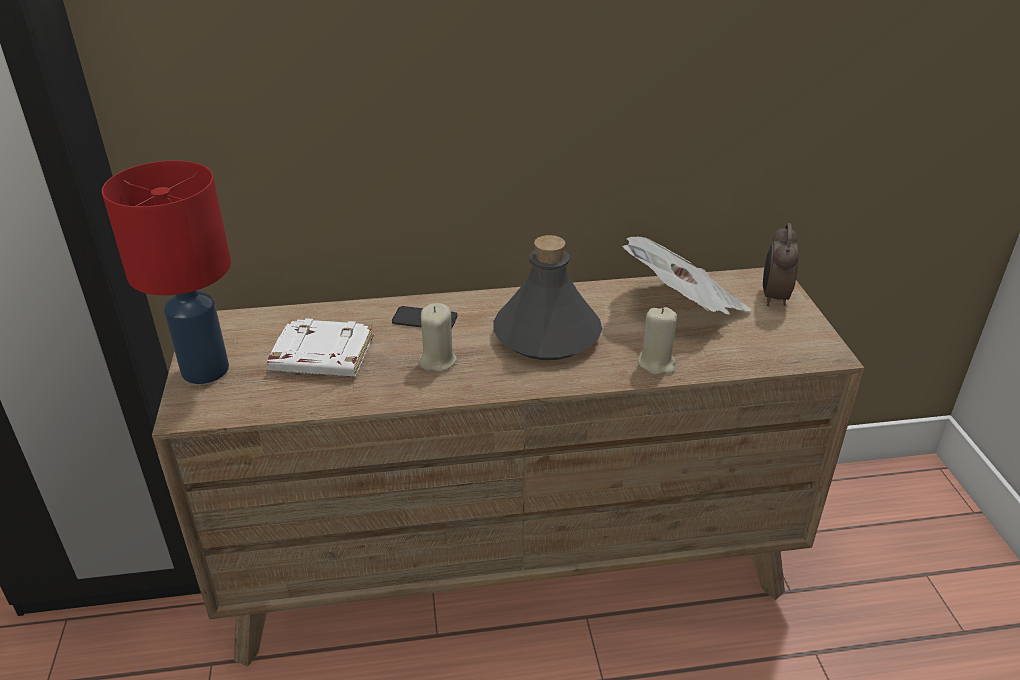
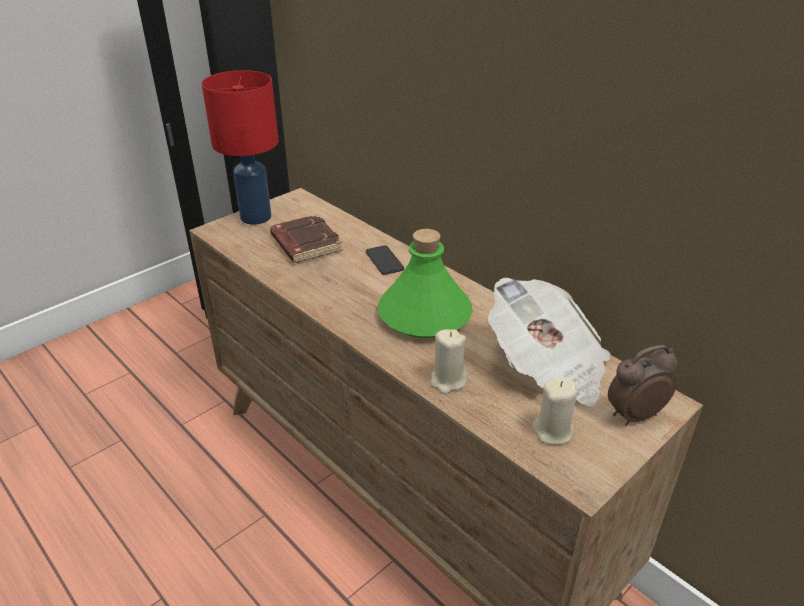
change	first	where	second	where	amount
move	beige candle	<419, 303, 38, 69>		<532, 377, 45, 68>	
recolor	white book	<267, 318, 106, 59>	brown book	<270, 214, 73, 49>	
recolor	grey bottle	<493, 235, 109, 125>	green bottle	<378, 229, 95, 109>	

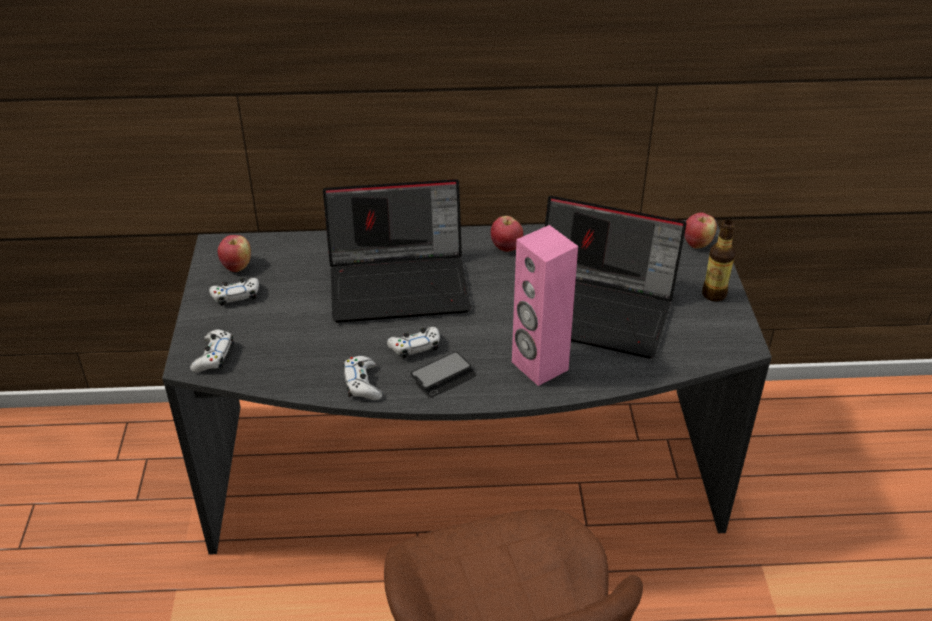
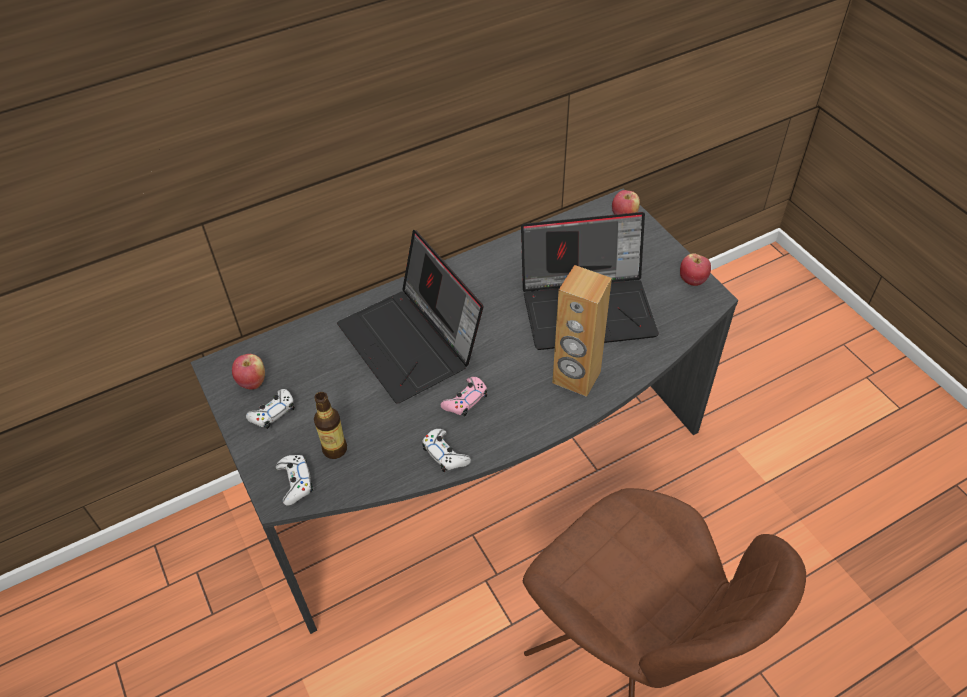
change	first	where	second	where	amount
delete	phone	<410, 352, 66, 46>			
move	apple	<491, 216, 32, 36>		<680, 253, 31, 33>	
move	bottle	<702, 220, 33, 81>		<314, 392, 33, 67>	
recolor	white game controller	<387, 327, 53, 32>	pink game controller	<441, 377, 46, 39>	
recolor	pink speaker	<512, 225, 66, 161>	brown speaker	<552, 265, 60, 132>	
rotate	laptop	<323, 179, 148, 144>		<337, 230, 146, 173>	90 degrees clockwise

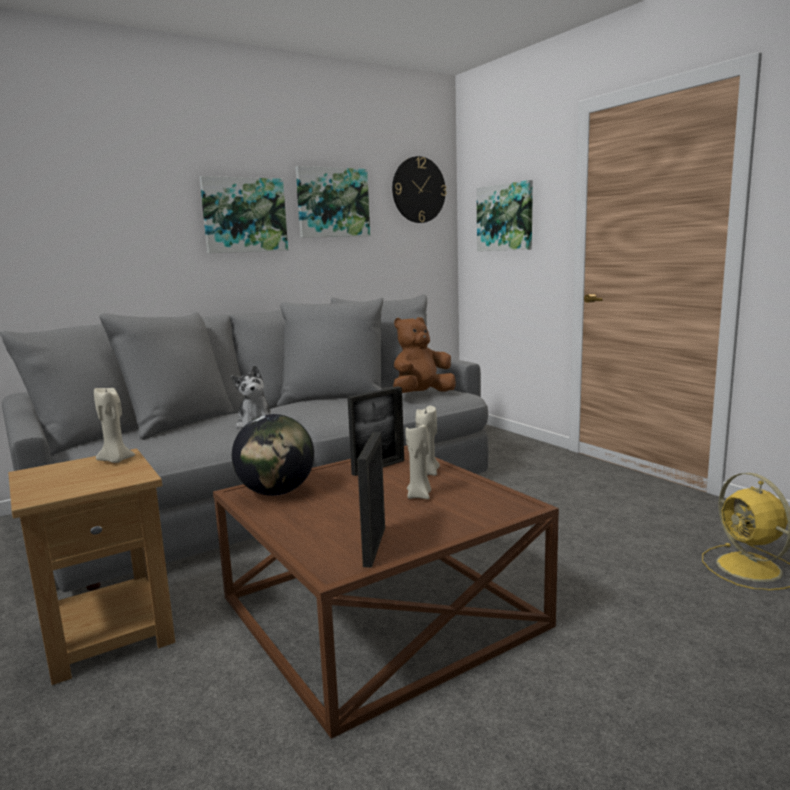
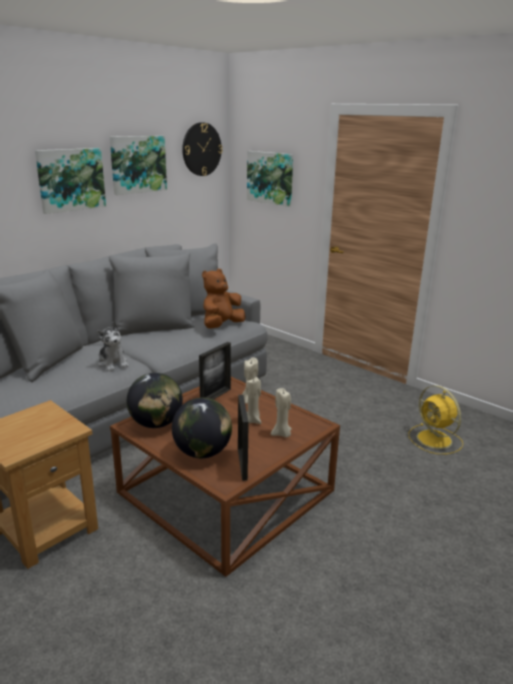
change	first	where	second	where	amount
insert			globe	<172, 398, 60, 60>	
move	beige candle	<94, 388, 41, 75>		<271, 388, 21, 49>	

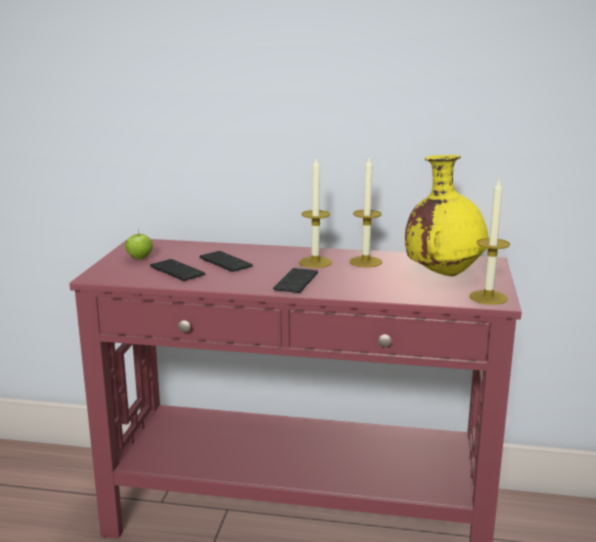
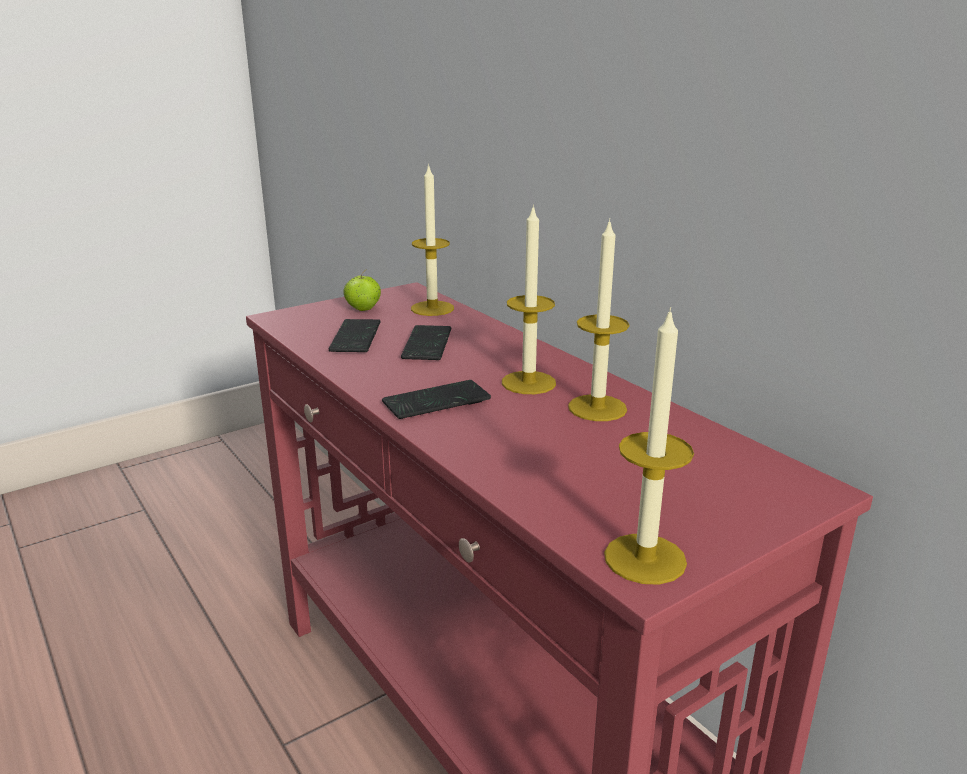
change	first	where	second	where	amount
delete	yellow vase	<405, 155, 83, 121>			
insert			candle	<411, 164, 43, 152>	

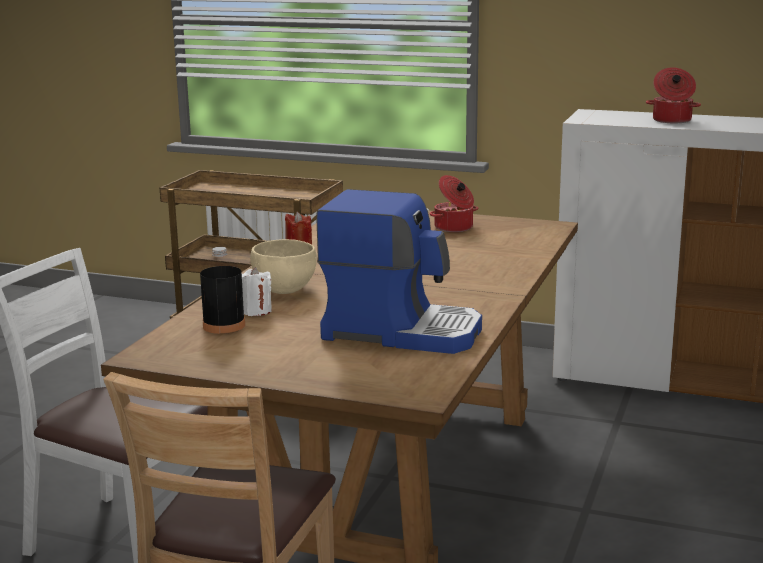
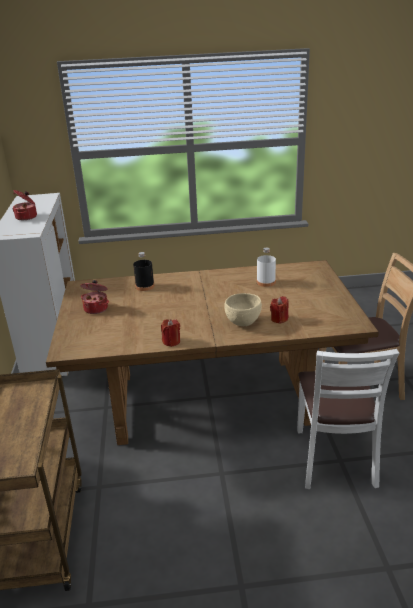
change	first	where	second	where	amount
move	black bottle	<200, 247, 45, 87>		<133, 252, 22, 39>	
replace	coffee machine	<316, 189, 166, 165>	white bottle	<257, 247, 19, 40>	
recolor	white candle	<242, 267, 30, 49>	red candle	<270, 296, 19, 28>	

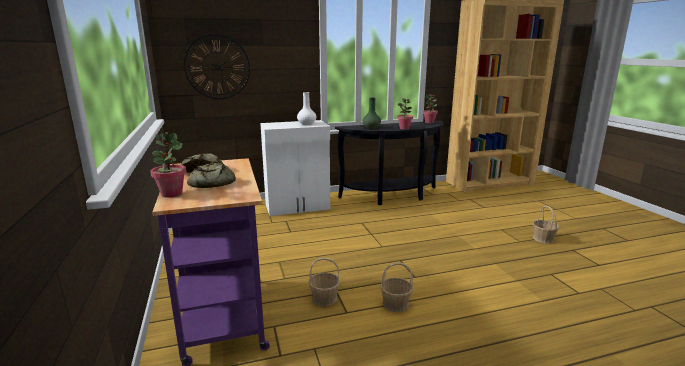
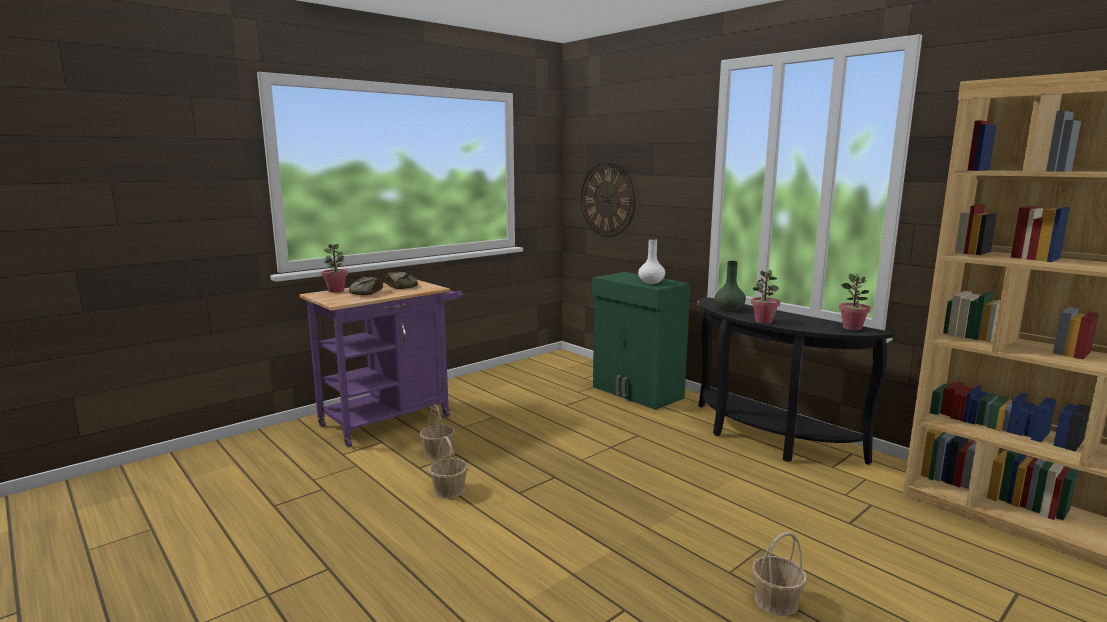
change	first	where	second	where	amount
recolor	white cabinet	<260, 120, 70, 96>	green cabinet	<592, 272, 98, 138>	

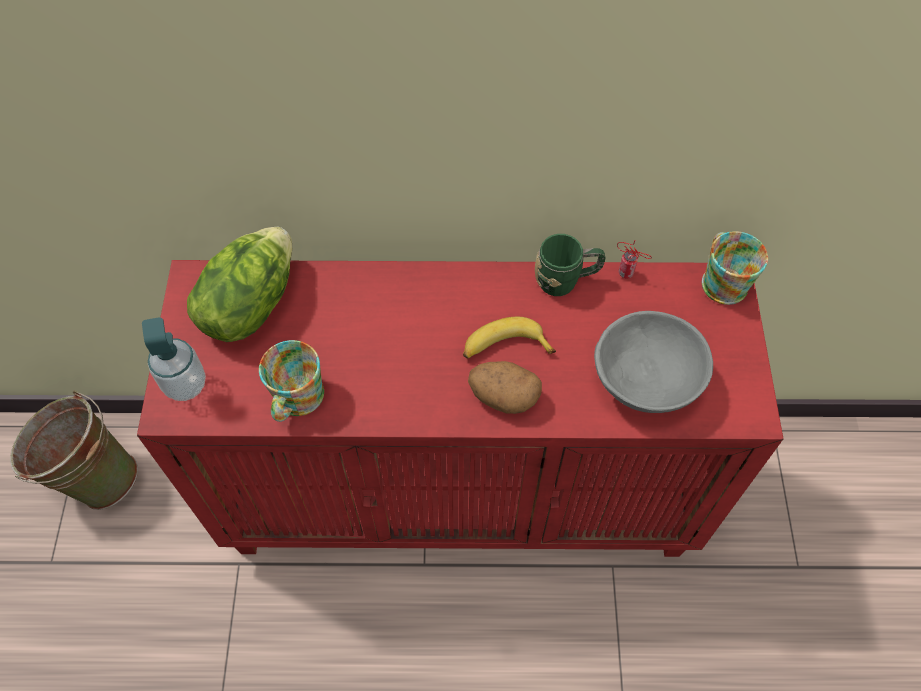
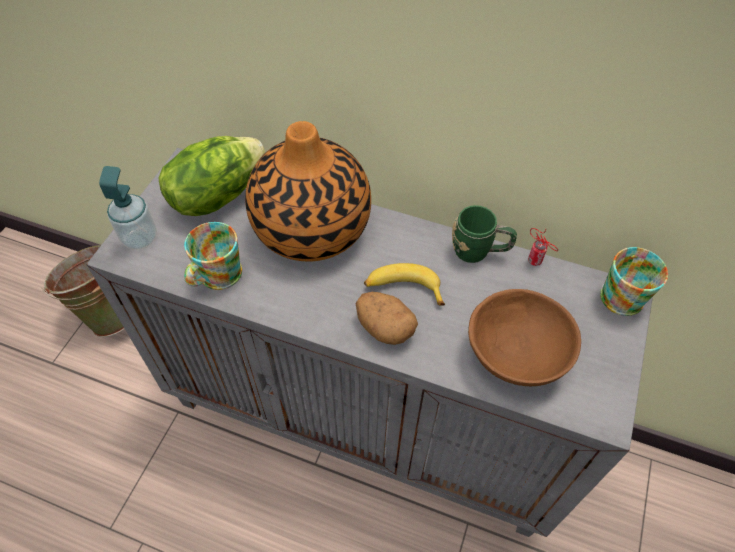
change	first	where	second	where	amount
insert			vase	<245, 121, 126, 141>	
recolor	red cabinet	<137, 260, 646, 297>	grey cabinet	<86, 148, 567, 389>	
recolor	grey bowl	<594, 311, 119, 102>	brown bowl	<468, 289, 113, 97>	

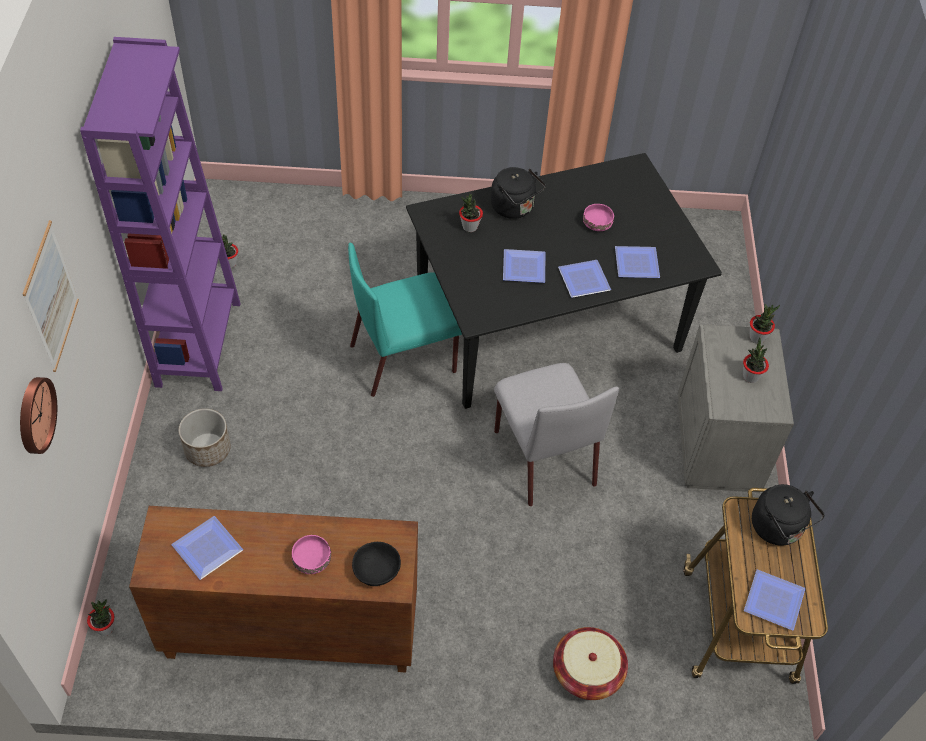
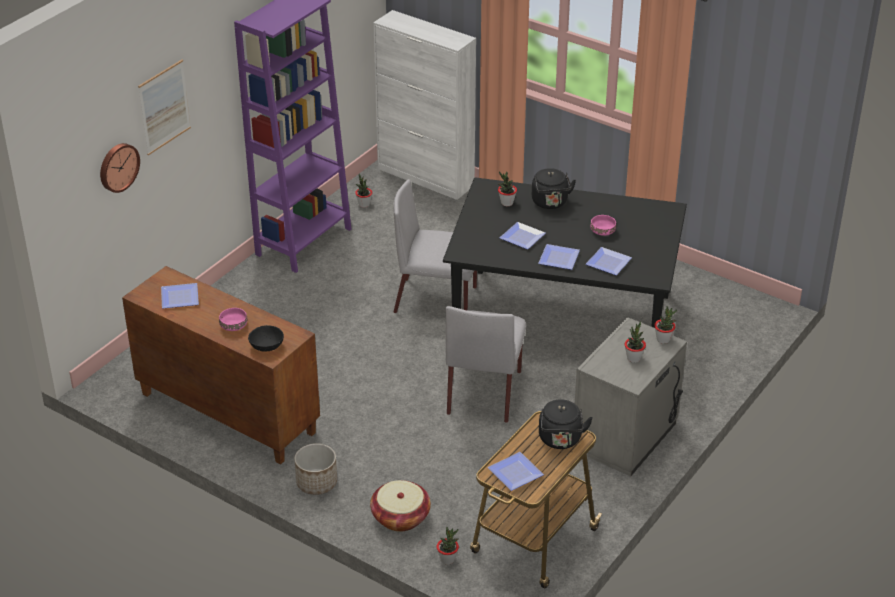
change	first	where	second	where	amount
insert			white cabinet	<373, 10, 103, 190>	
move	potted plant	<87, 599, 27, 37>		<436, 527, 23, 38>	
move	planter	<179, 409, 52, 58>		<294, 443, 43, 52>	
recolor	turquoise chair	<348, 243, 114, 154>	grey chair	<393, 179, 84, 134>	

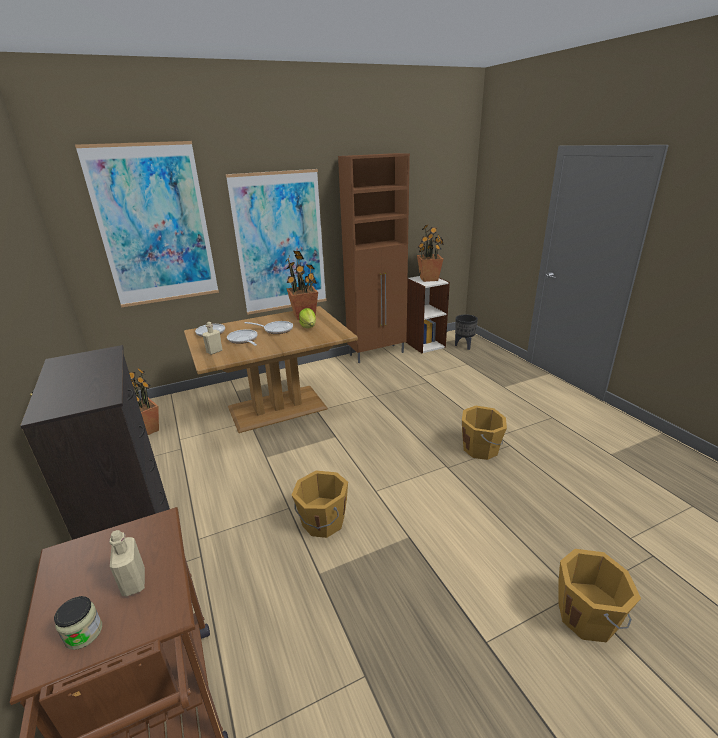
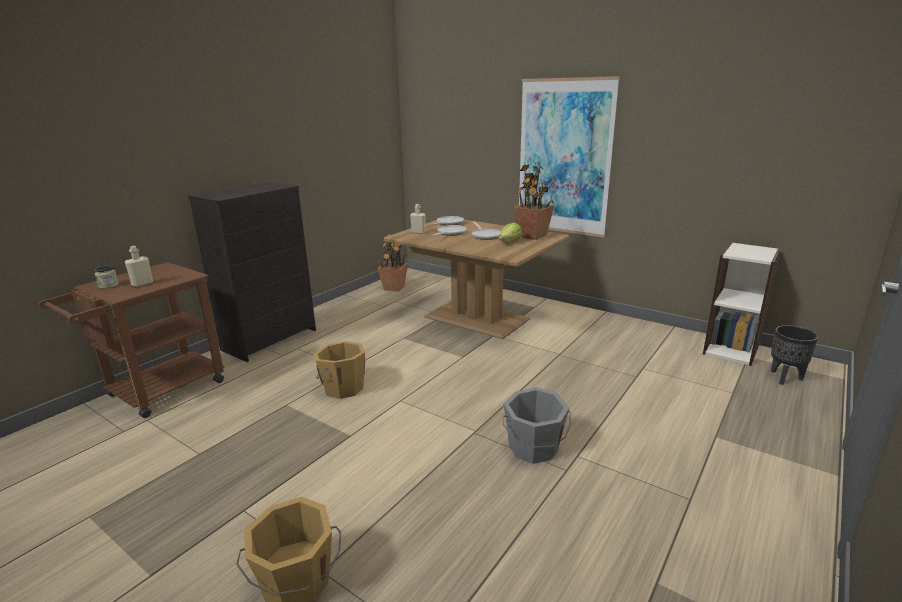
change	first	where	second	where	amount
delete	picture	<75, 141, 144, 166>			
delete	brown cabinet	<338, 153, 72, 210>			
delete	potted plant	<417, 225, 27, 57>			
recolor	orange bucket	<462, 406, 45, 54>	grey bucket	<503, 387, 68, 77>	

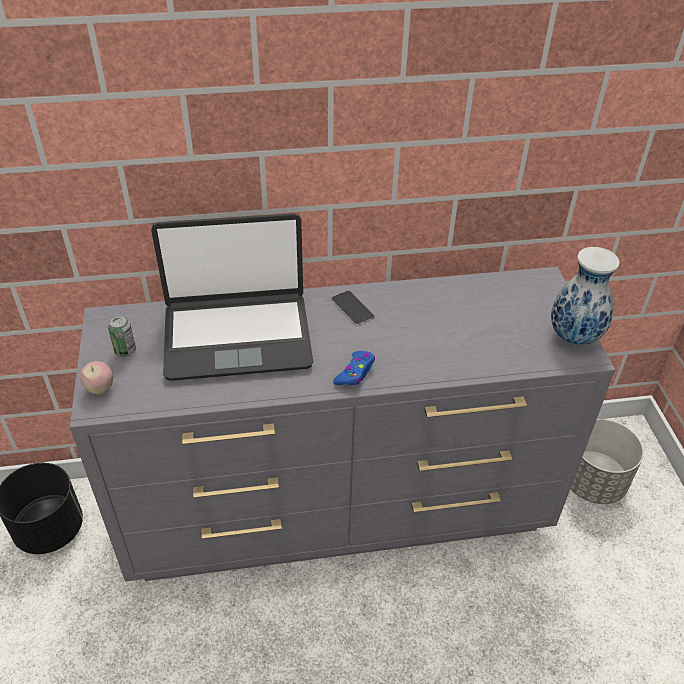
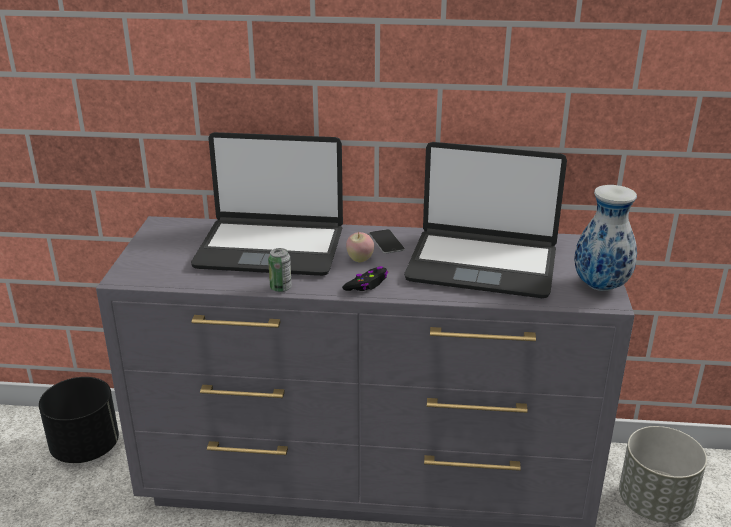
change	first	where	second	where	amount
insert			laptop	<404, 142, 163, 156>	
move	apple	<80, 361, 33, 33>		<346, 232, 28, 30>	
move	can	<108, 315, 28, 42>		<268, 248, 24, 44>	
recolor	blue game controller	<333, 351, 42, 34>	black game controller	<342, 266, 46, 25>	

